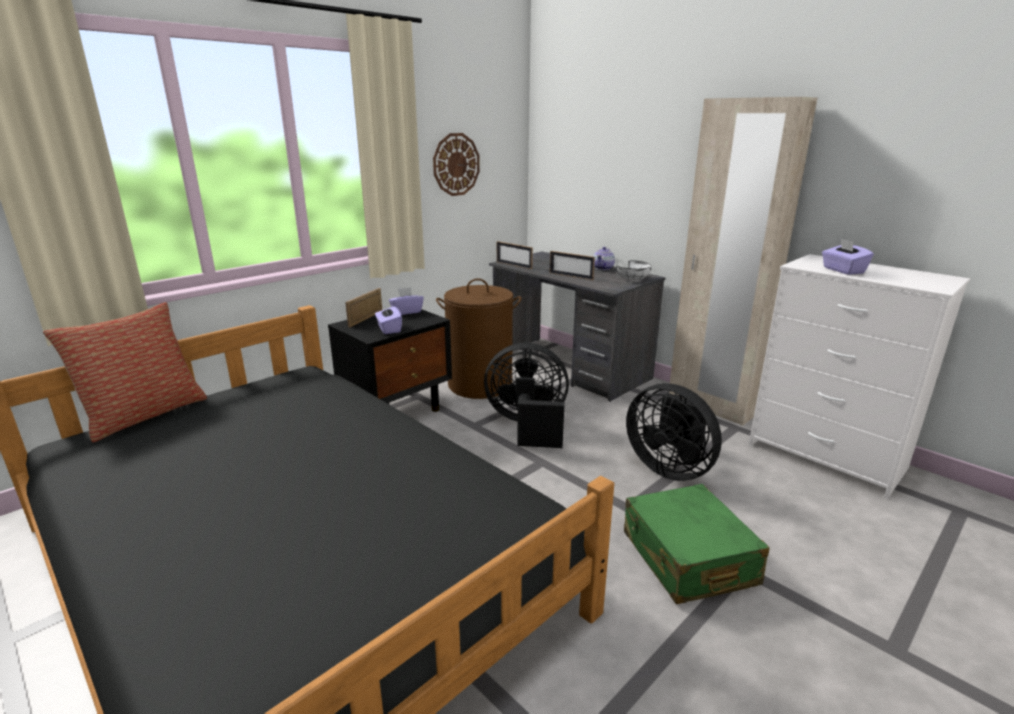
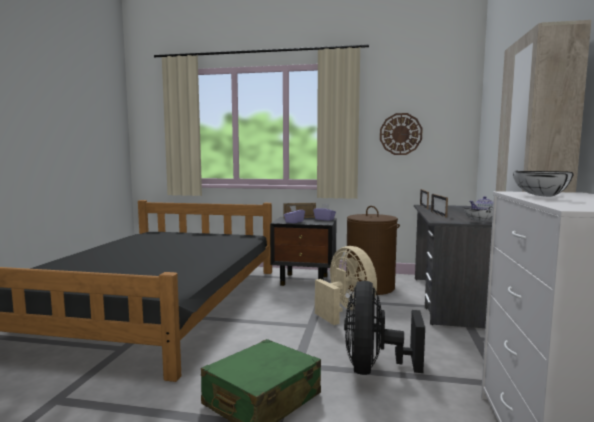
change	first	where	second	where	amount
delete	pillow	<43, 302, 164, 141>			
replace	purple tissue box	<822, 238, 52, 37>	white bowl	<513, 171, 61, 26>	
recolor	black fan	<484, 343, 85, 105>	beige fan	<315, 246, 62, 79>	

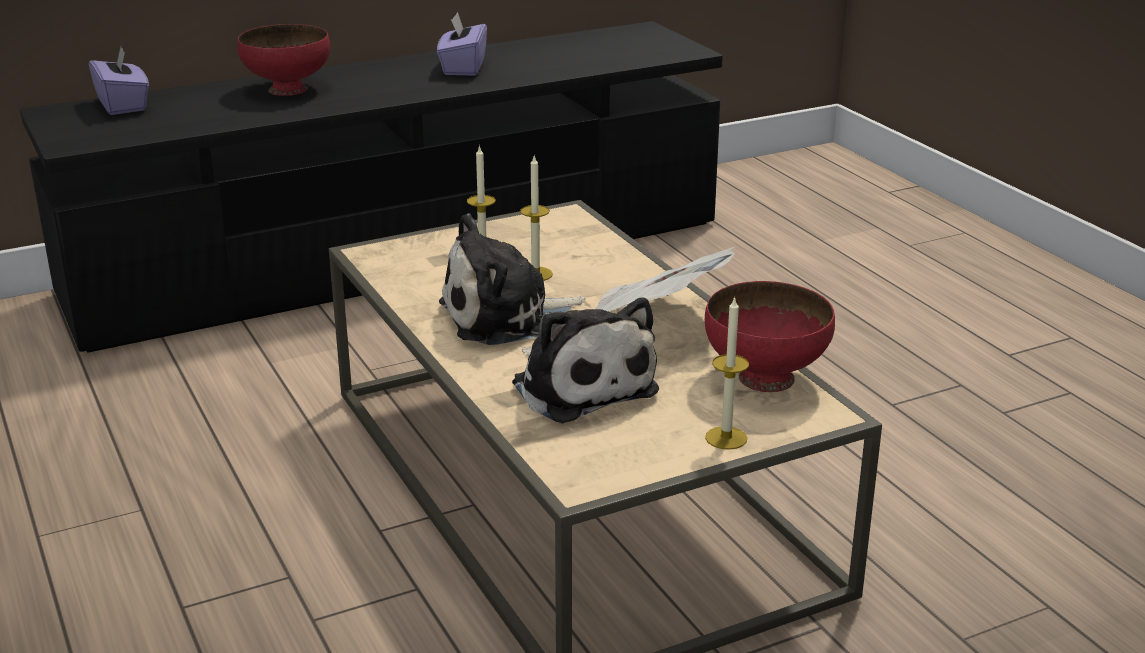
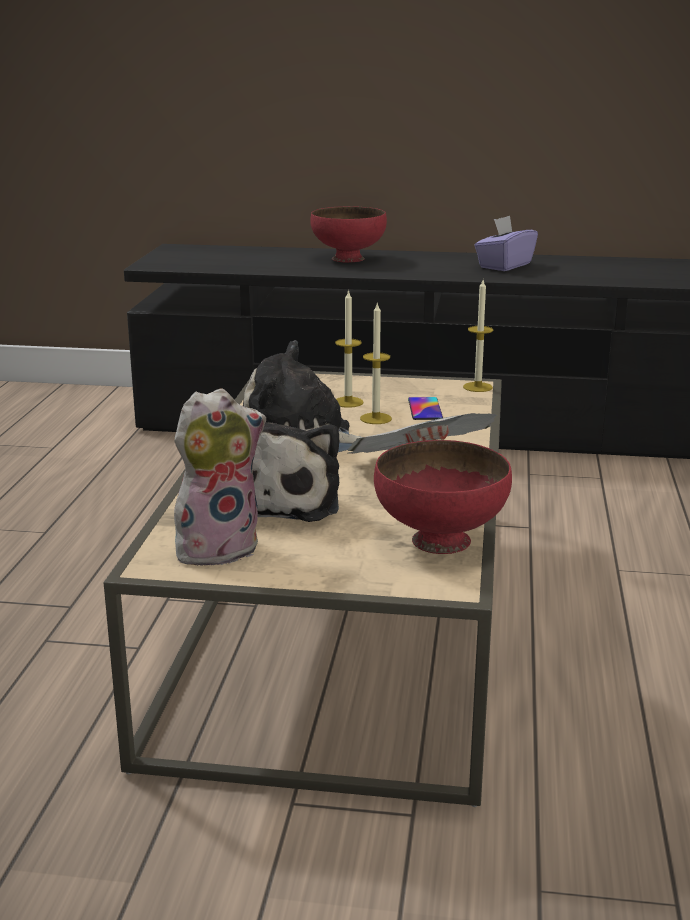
change	first	where	second	where	amount
delete	purple tissue box	<88, 47, 61, 68>			
insert			plush toy	<174, 388, 92, 181>	
insert			phone	<408, 397, 35, 23>	
move	candle	<705, 296, 44, 154>		<463, 280, 31, 112>	

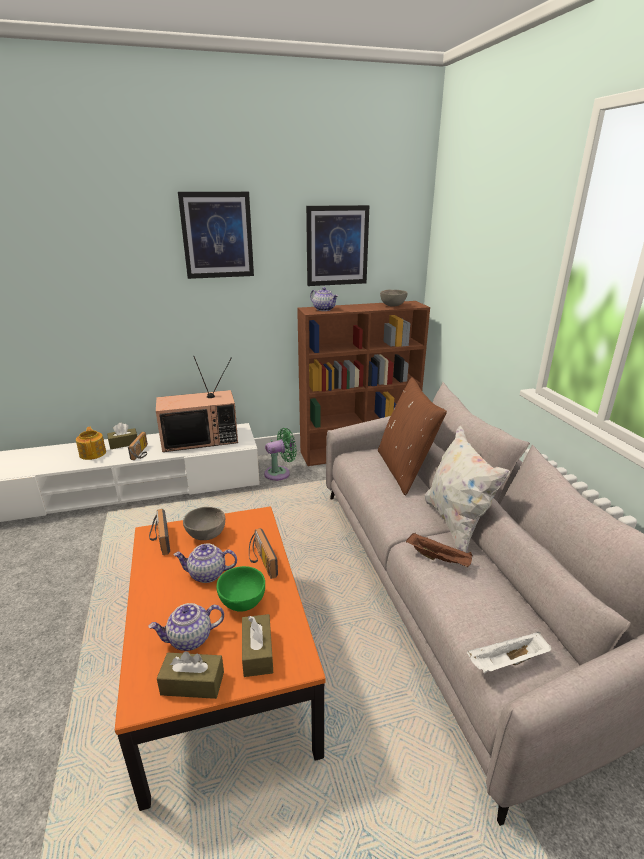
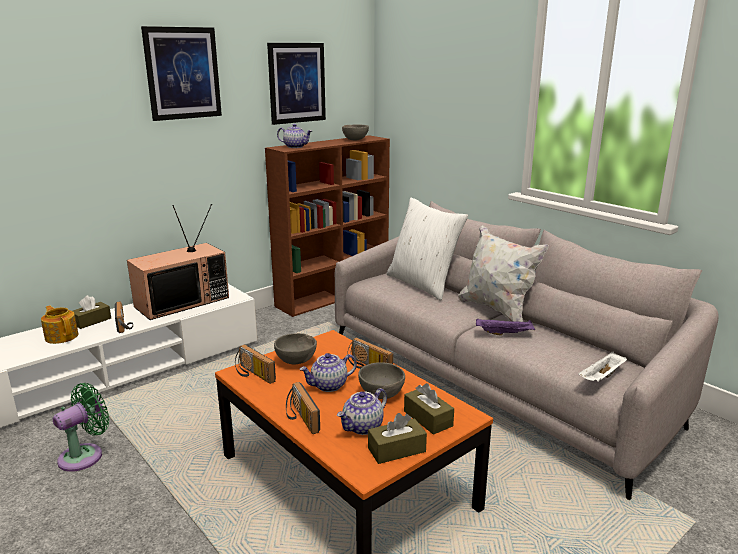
change	first	where	second	where	amount
insert			radio	<286, 382, 34, 52>	
move	green fan	<264, 428, 33, 53>		<53, 383, 56, 89>	
recolor	green bowl	<216, 566, 49, 46>	grey bowl	<358, 362, 47, 37>	
recolor	brown pillow	<378, 377, 69, 119>	white pillow	<387, 197, 81, 104>	
recolor	brown tray	<406, 533, 66, 34>	purple tray	<476, 318, 59, 18>	

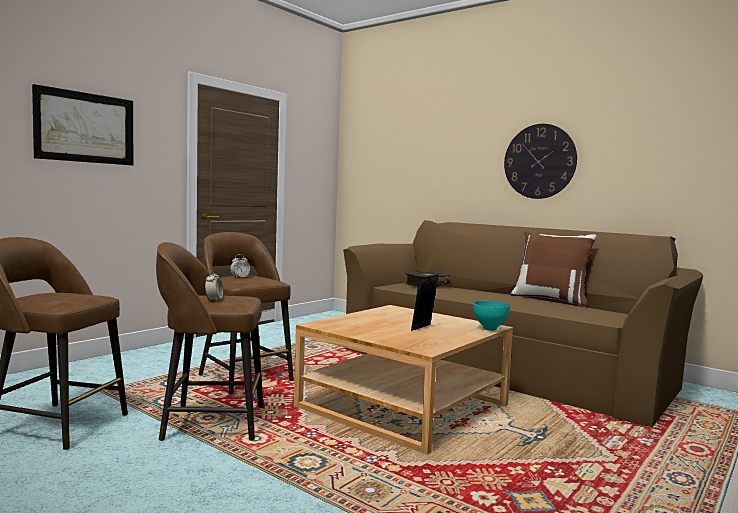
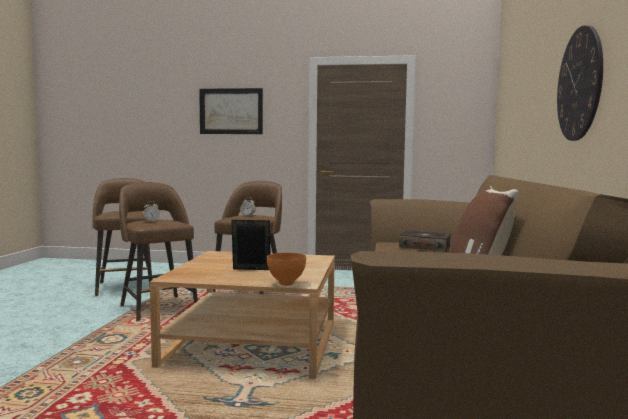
change	first	where	second	where	amount
recolor	turquoise bowl	<473, 301, 37, 30>	orange bowl	<267, 253, 39, 33>	

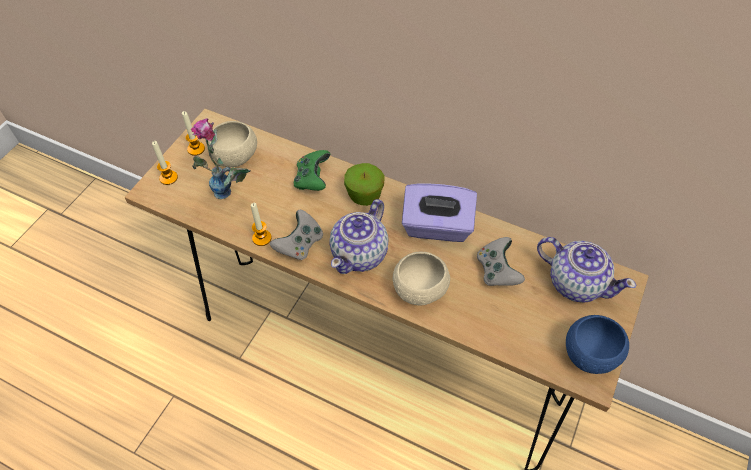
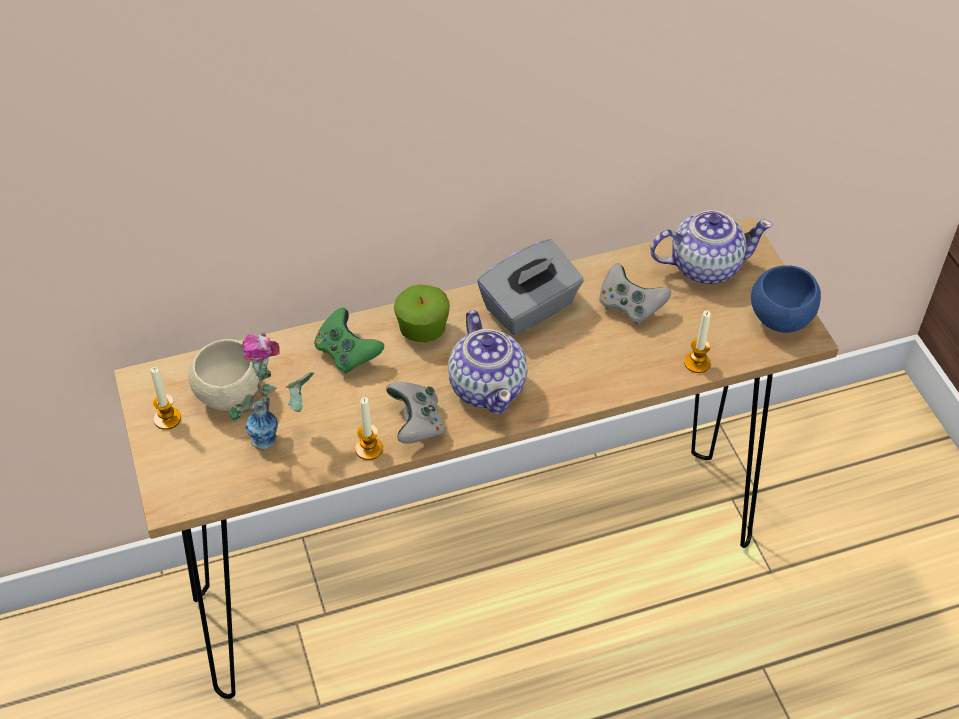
change	first	where	second	where	amount
delete	beige bowl	<393, 252, 57, 53>			
move	candle	<152, 141, 26, 44>		<684, 310, 27, 63>	
recolor	purple tissue box	<402, 183, 75, 59>	grey tissue box	<477, 239, 107, 96>	

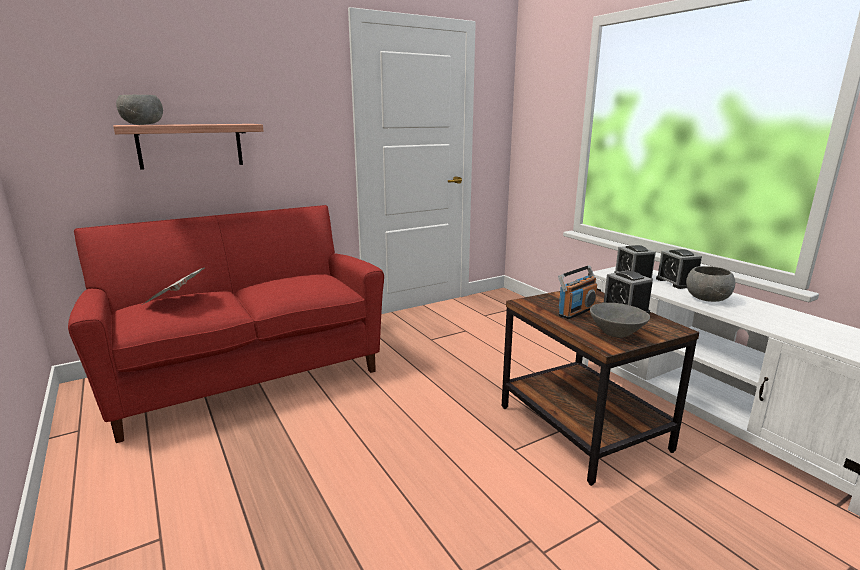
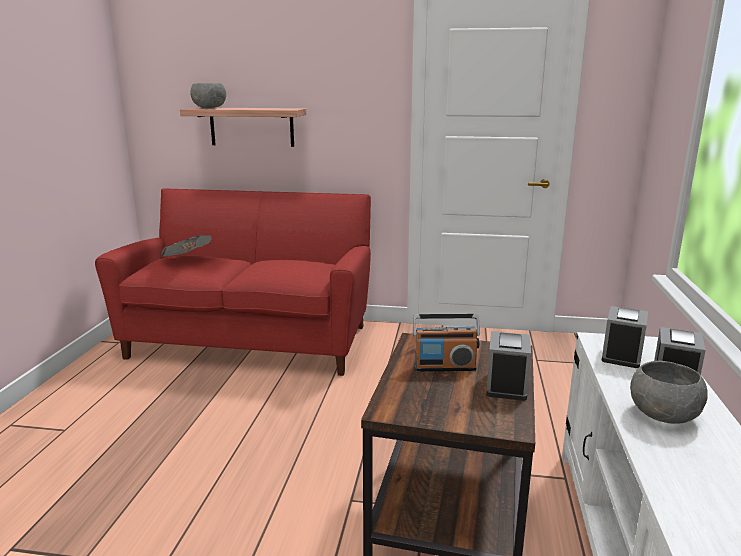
change	first	where	second	where	amount
delete	grey bowl	<590, 303, 60, 35>			

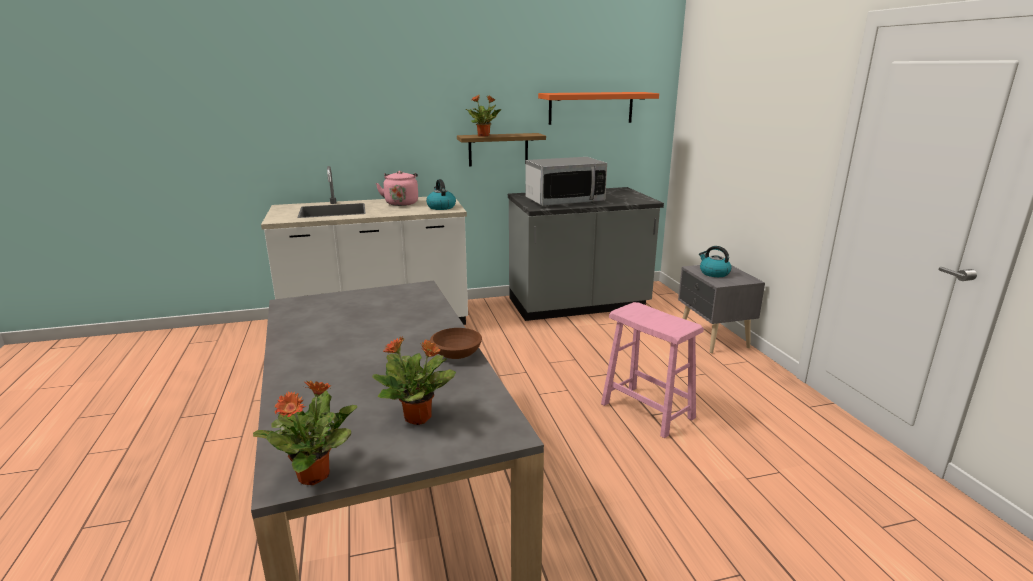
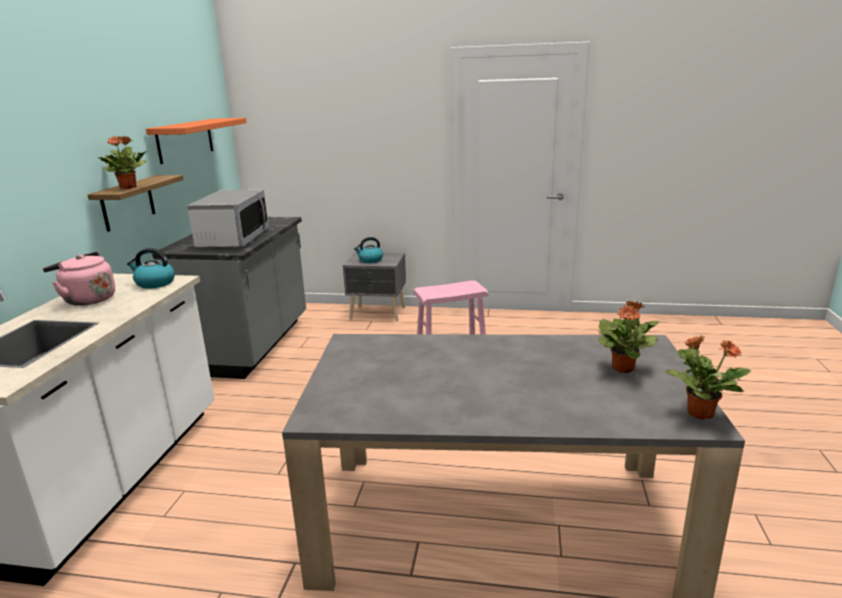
change	first	where	second	where	amount
delete	brown bowl	<430, 328, 52, 31>			

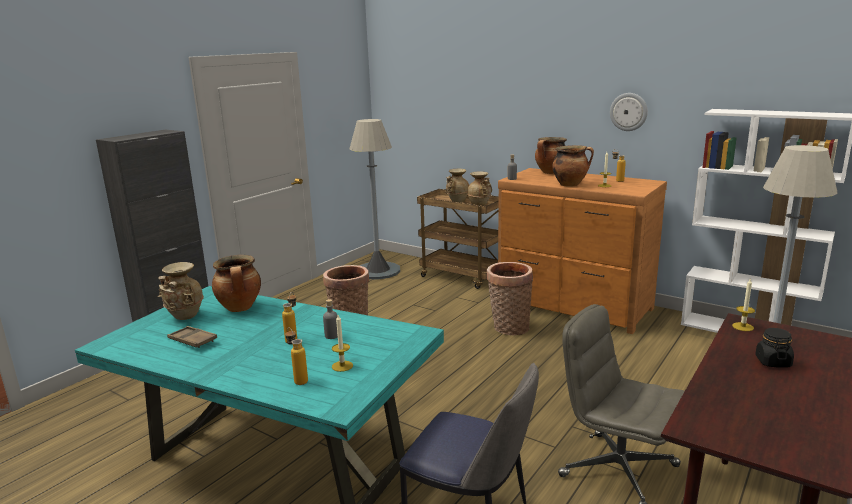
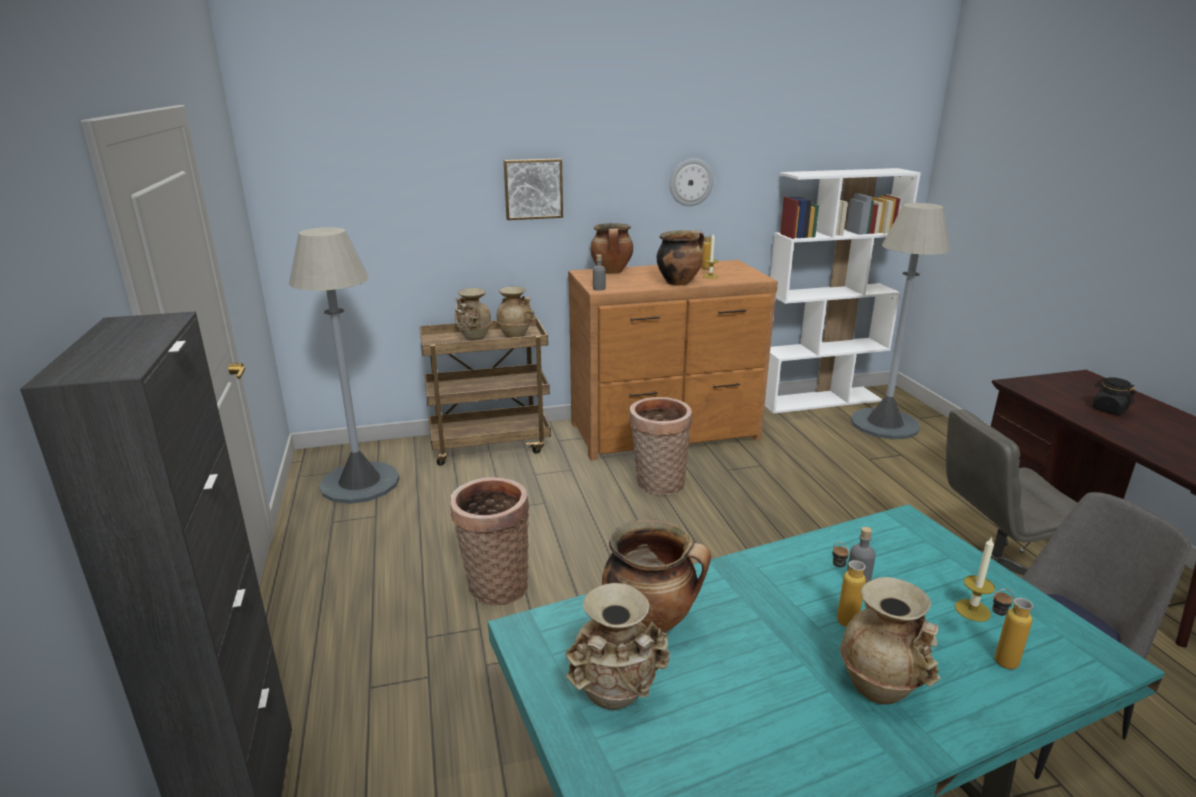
change	first	where	second	where	amount
delete	brown tray	<167, 326, 50, 22>			
delete	candle	<732, 279, 23, 52>			
insert			picture	<504, 159, 59, 61>	
insert			beige vase	<840, 577, 101, 128>	

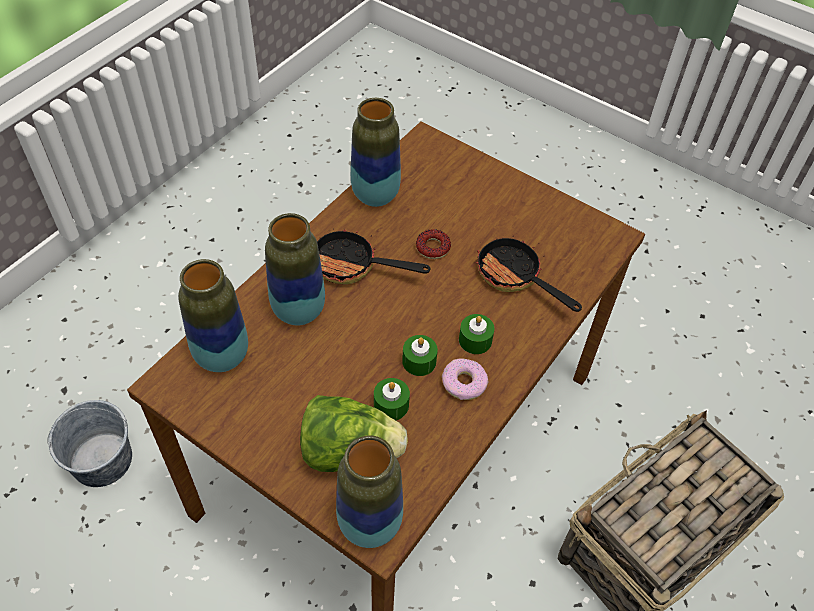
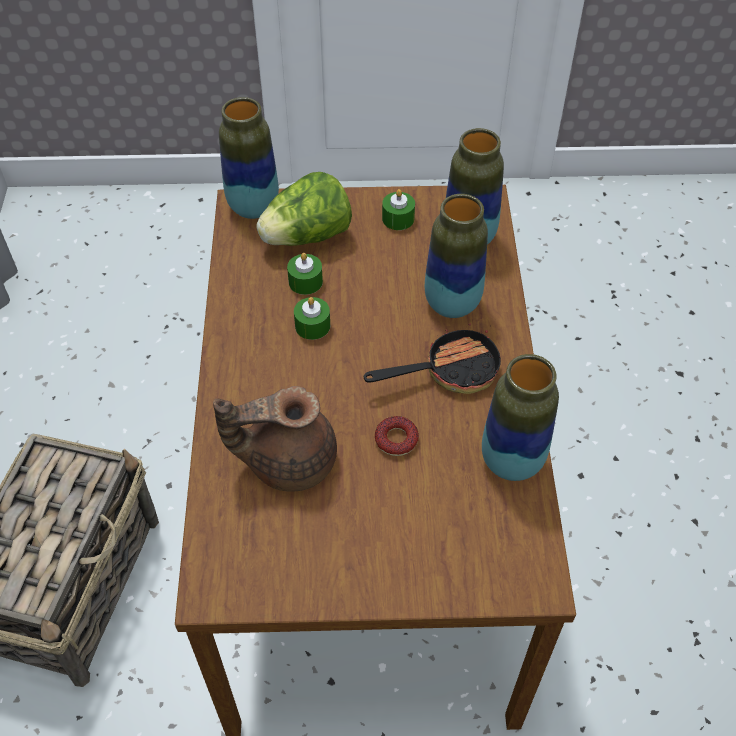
change	first	where	second	where	amount
delete	grey bucket	<47, 400, 85, 87>			
delete	donut	<442, 359, 47, 41>			
move	green candle	<459, 314, 35, 40>		<382, 189, 33, 41>	
replace	frying pan	<477, 236, 105, 76>	brown teapot	<213, 386, 124, 106>	

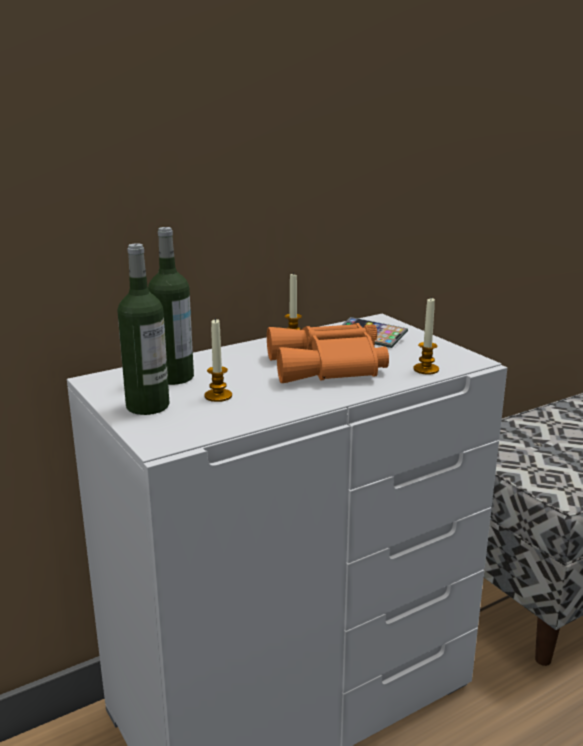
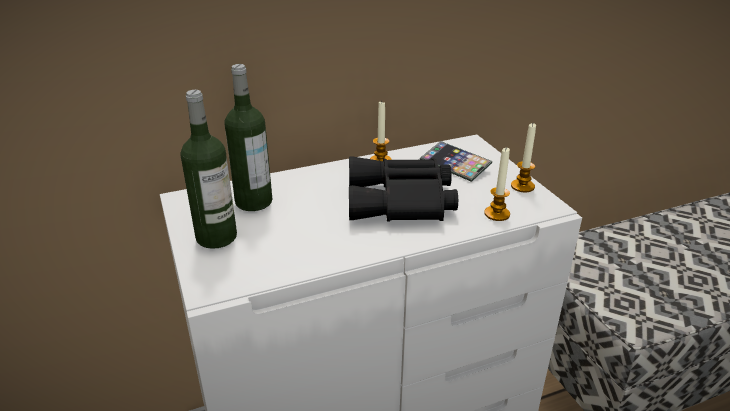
change	first	where	second	where	amount
move	candle	<204, 318, 28, 84>		<511, 123, 25, 70>	
recolor	orange binoculars	<267, 323, 122, 60>	black binoculars	<349, 157, 109, 64>	

